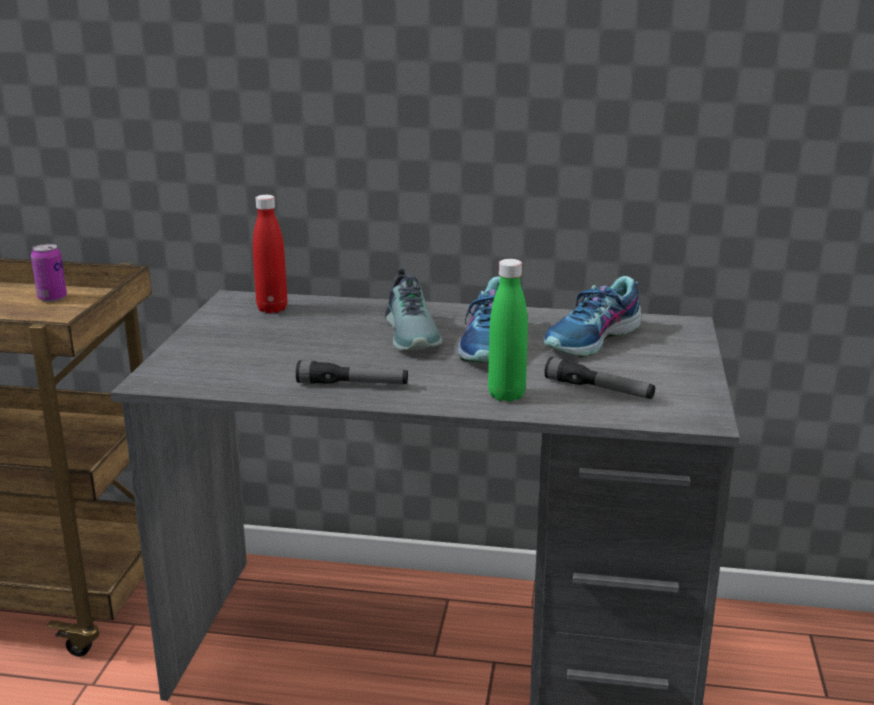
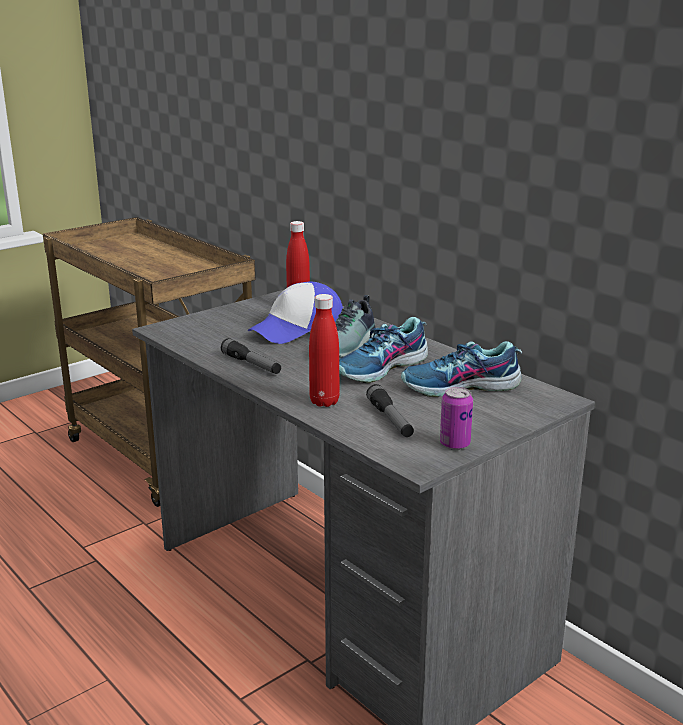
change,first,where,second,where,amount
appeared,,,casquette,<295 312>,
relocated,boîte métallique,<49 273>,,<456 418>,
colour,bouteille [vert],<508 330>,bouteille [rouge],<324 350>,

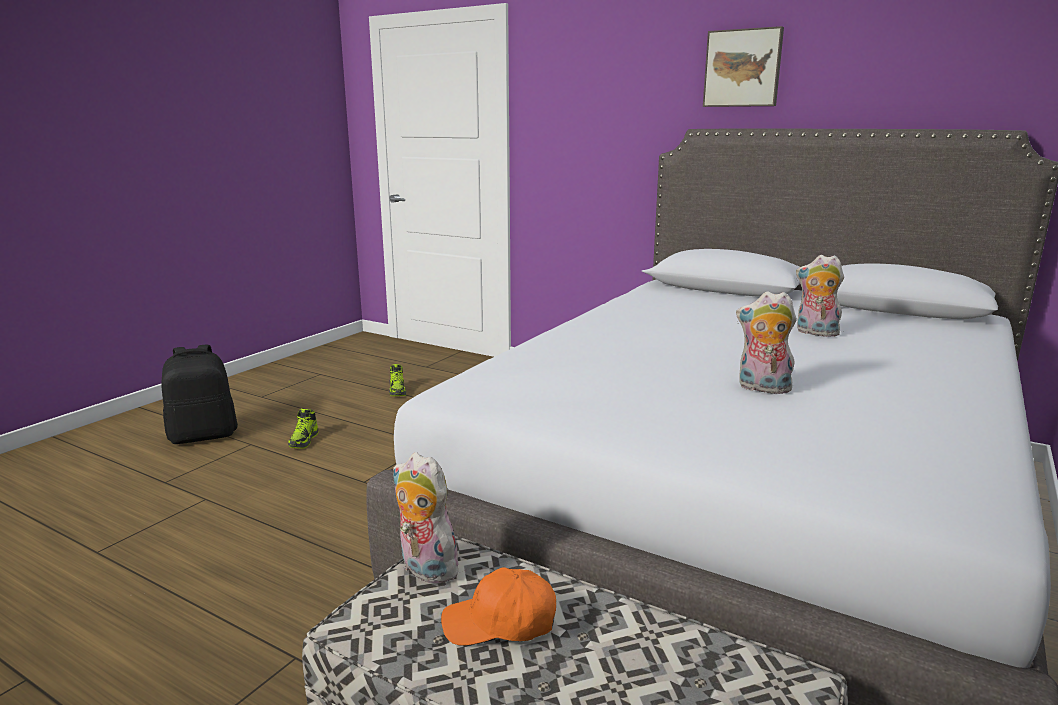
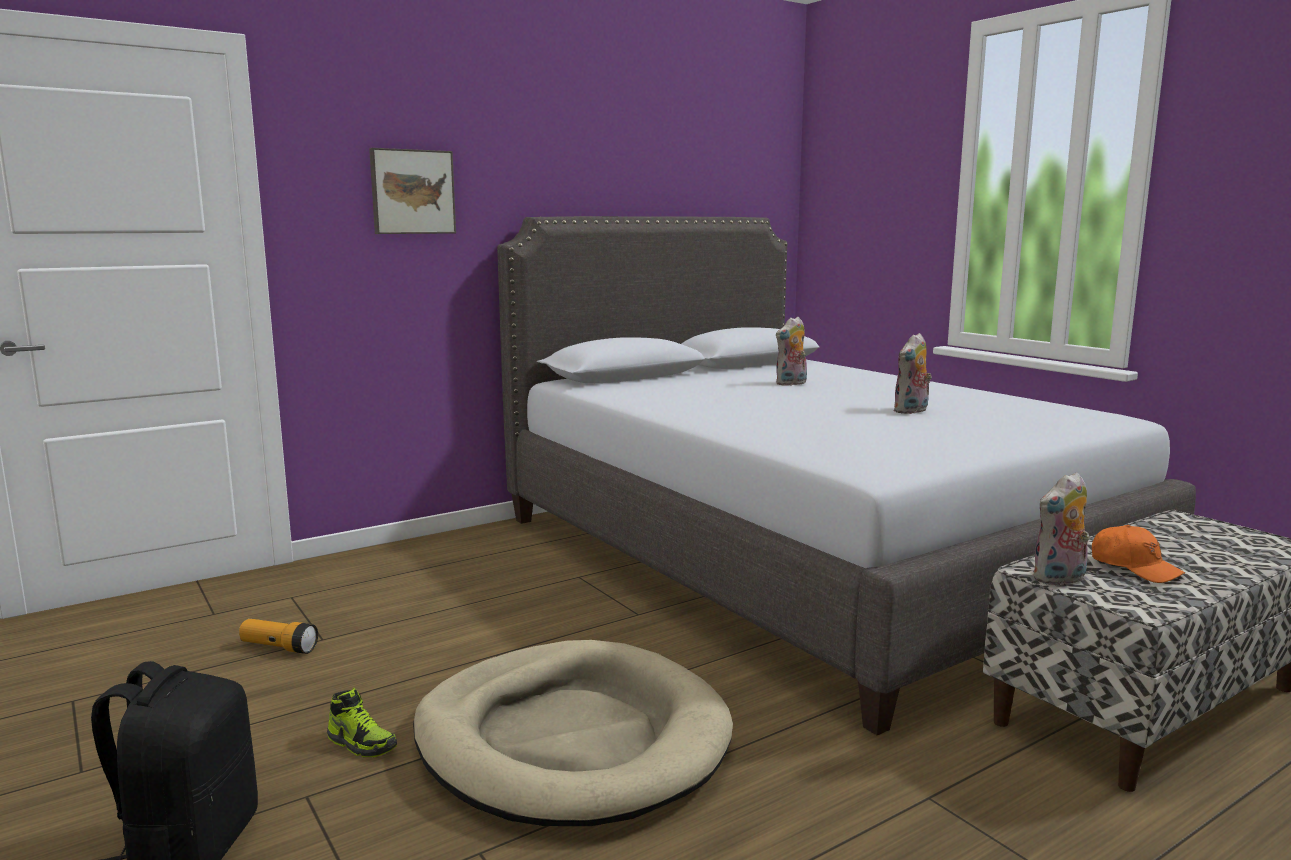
change,first,where,second,where,amount
appeared,,,panier pour chien [beige],<573 733>,
relocated,tableau,<743 66>,,<412 191>,
exchanged,chaussure,<397 380>,lampe de poche,<278 636>,
spun,casquette [orange],<498 606>,,<1138 554>,60 degrees counterclockwise

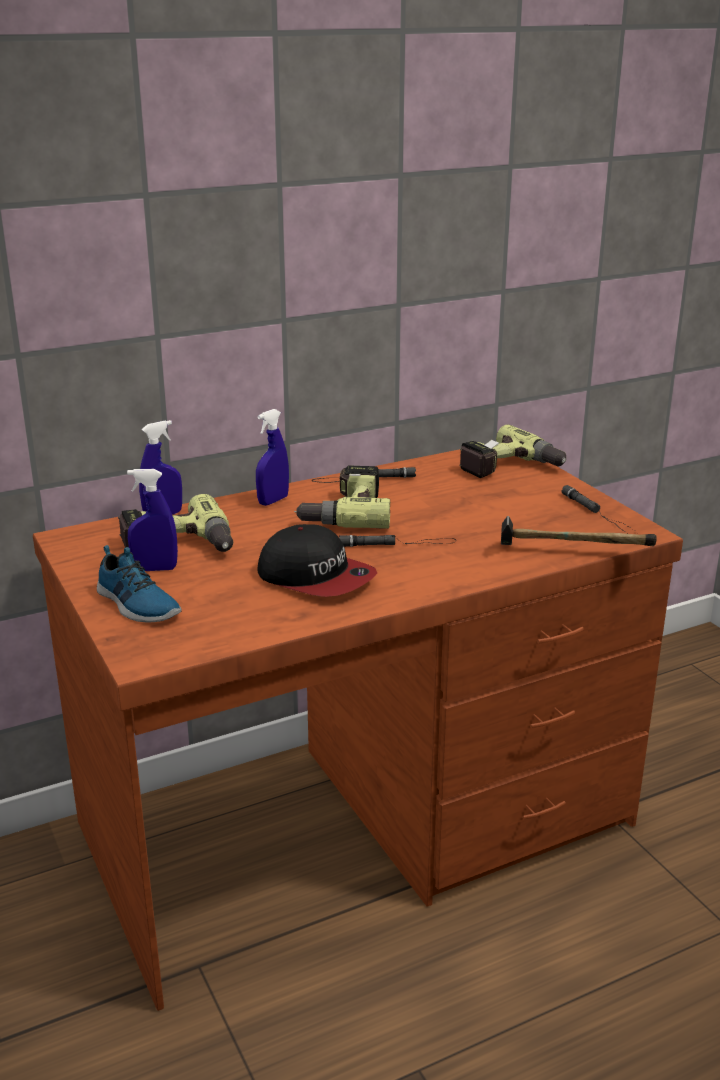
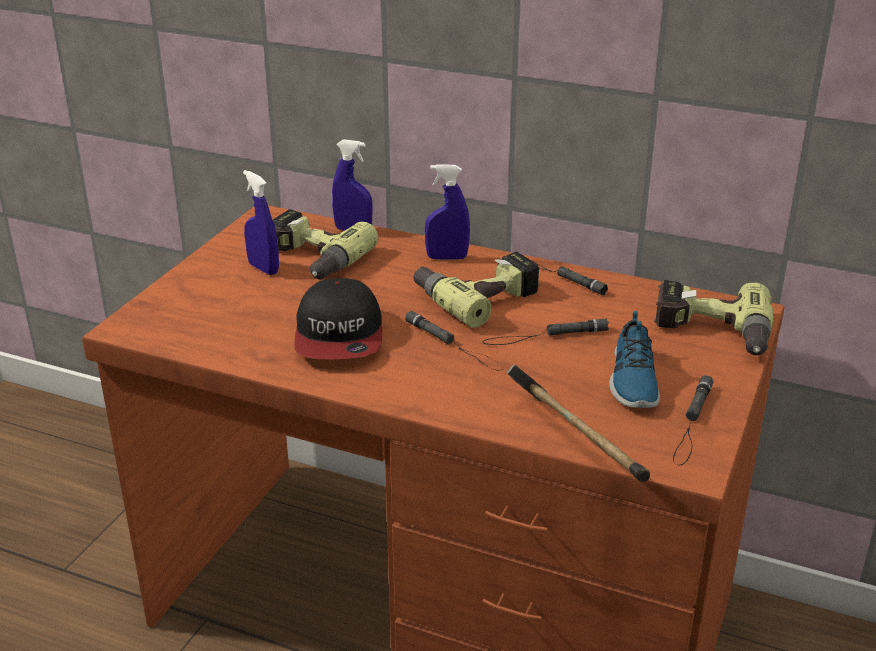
change,first,where,second,where,amount
appeared,,,lampe de poche [noir],<545 332>,
relocated,chaussure,<139 584>,,<634 359>,

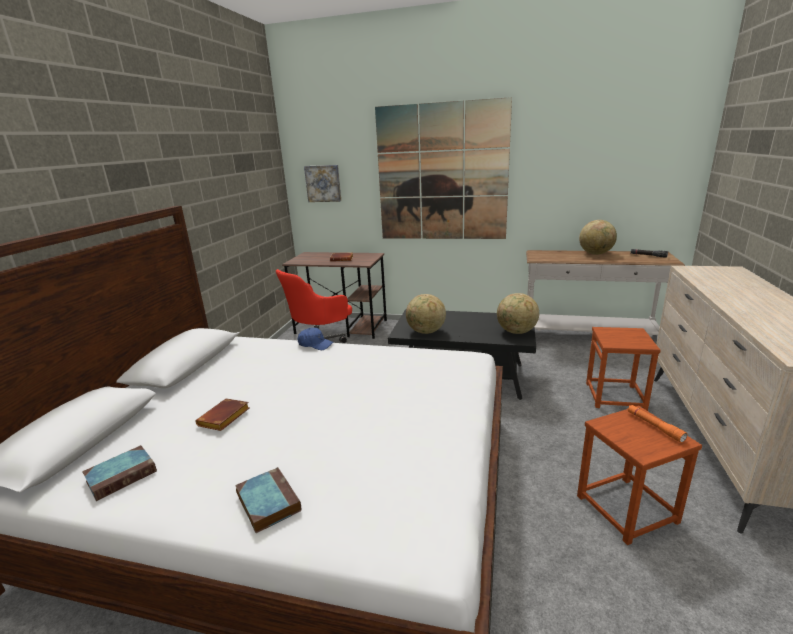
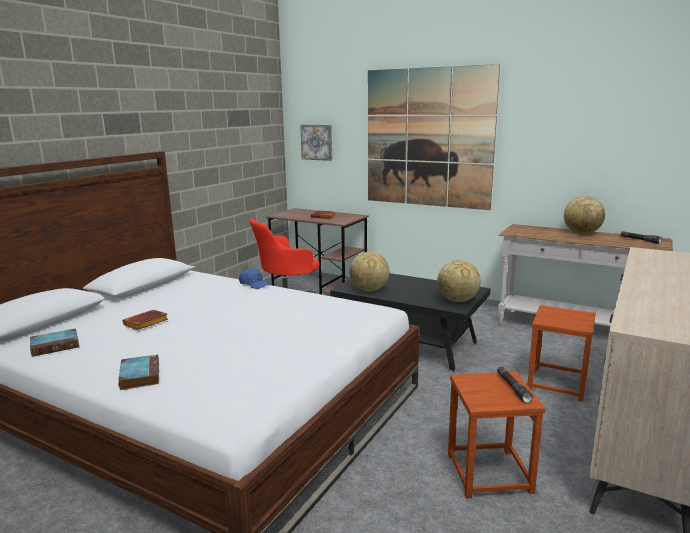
change,first,where,second,where,amount
colour,lampe de poche [orange],<658 424>,lampe de poche [noir],<515 385>,

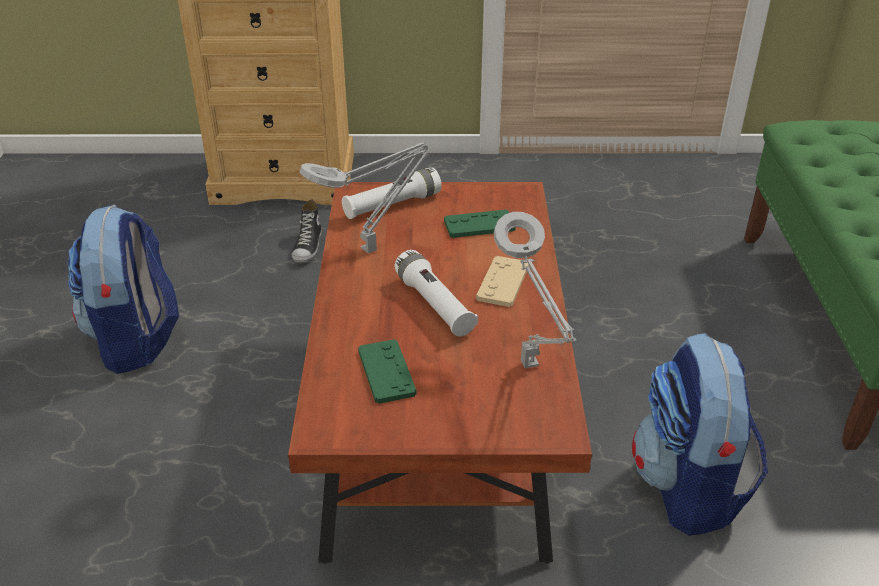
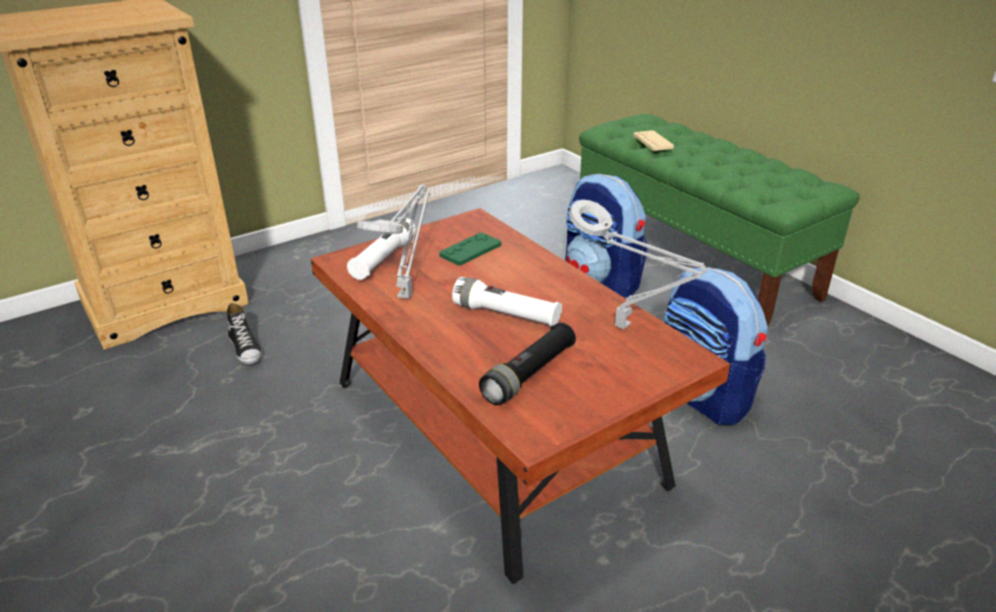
change,first,where,second,where,amount
relocated,sac à dos,<123 289>,,<606 236>,
relocated,manette [beige],<502 281>,,<653 140>,
exchanged,manette [vert],<387 371>,lampe de poche [noir],<527 363>,

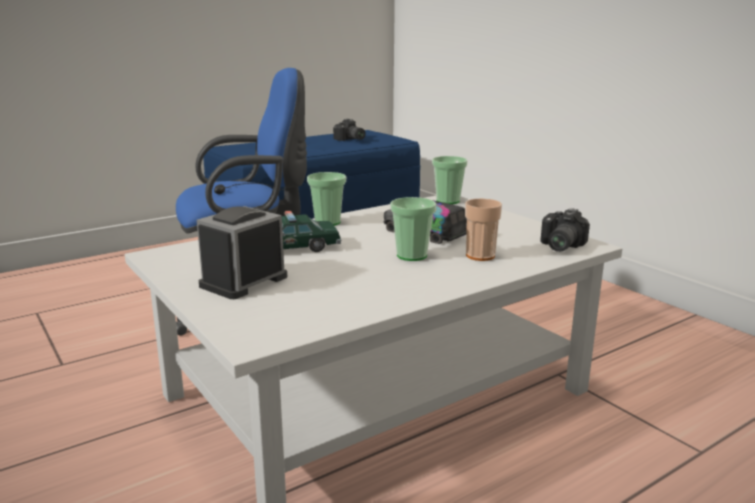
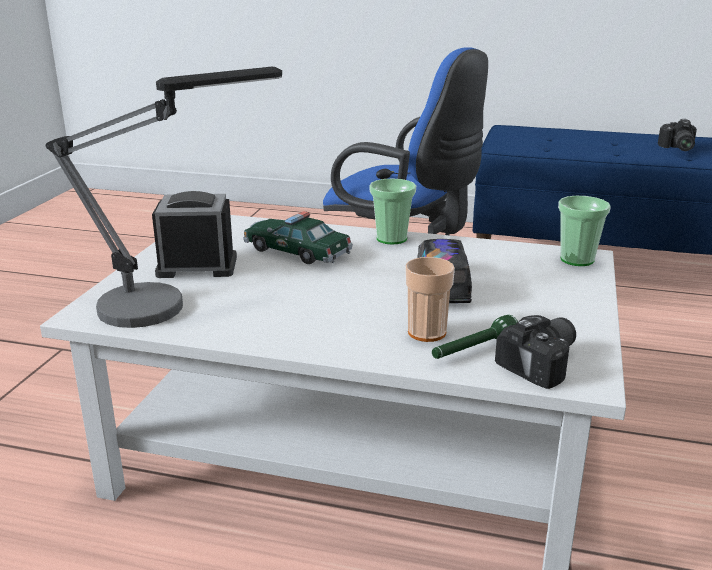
change,first,where,second,where,amount
missing,tasse,<413 229>,,,
appeared,,,lampe de table,<164 197>,
appeared,,,lampe de poche [vert],<475 337>,
spun,appareil photo,<565 230>,,<535 352>,150 degrees clockwise

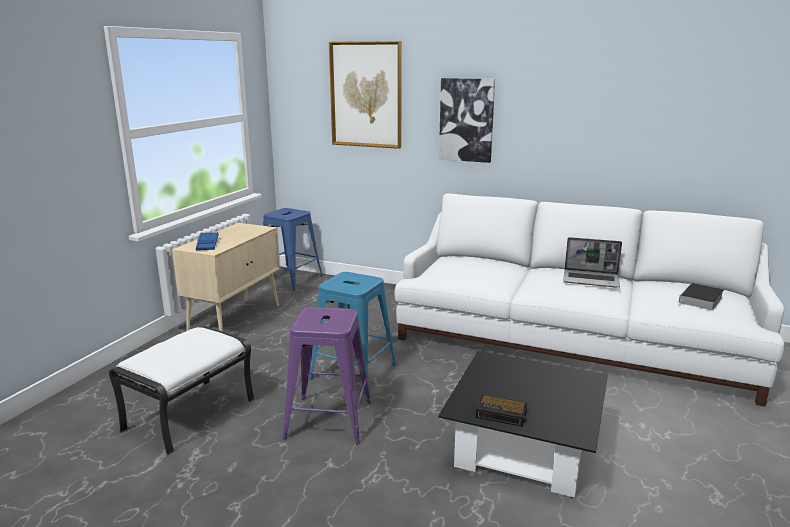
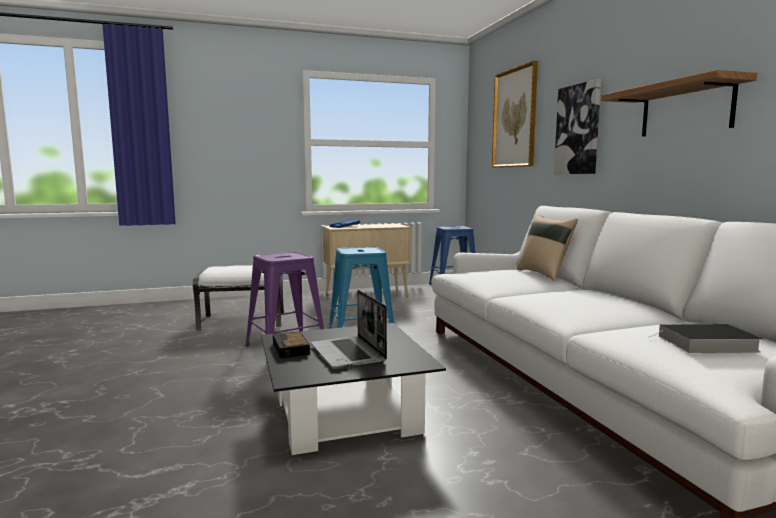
change,first,where,second,where,amount
appeared,,,coussin [beige],<547 247>,
appeared,,,étagère,<679 103>,
relocated,ordinateur portable,<592 262>,,<349 329>,

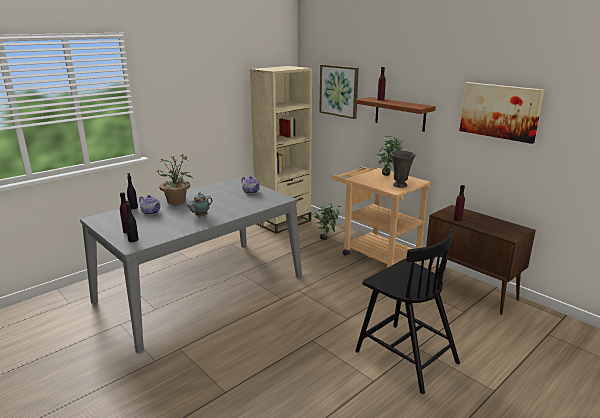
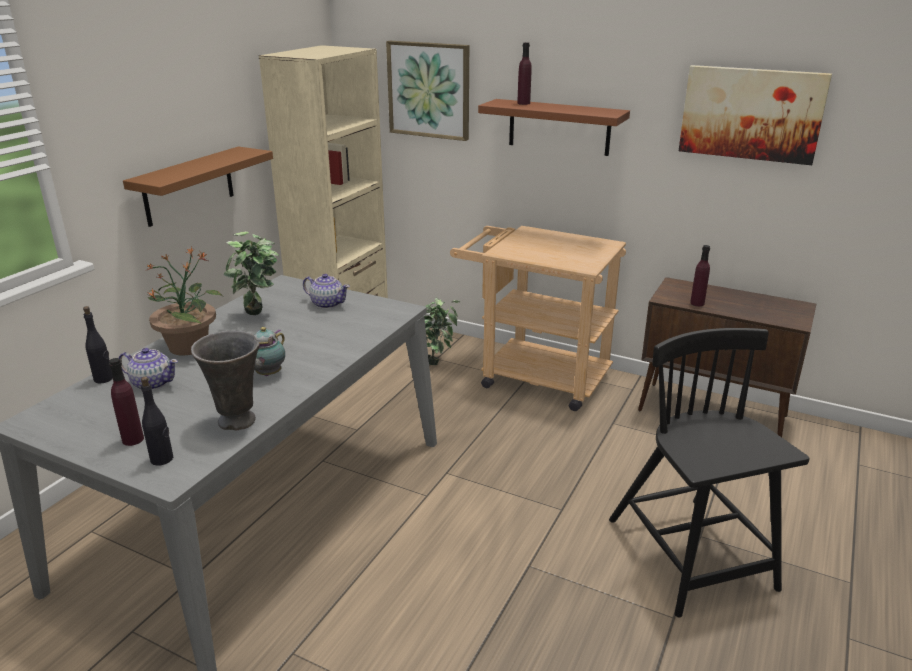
change,first,where,second,where,amount
appeared,,,étagère [marron],<198 186>,
relocated,plante en pot,<390 155>,,<251 273>,
relocated,vase [gris],<403 169>,,<225 381>,
spun,chaise [noir],<407 311>,,<709 473>,135 degrees counterclockwise

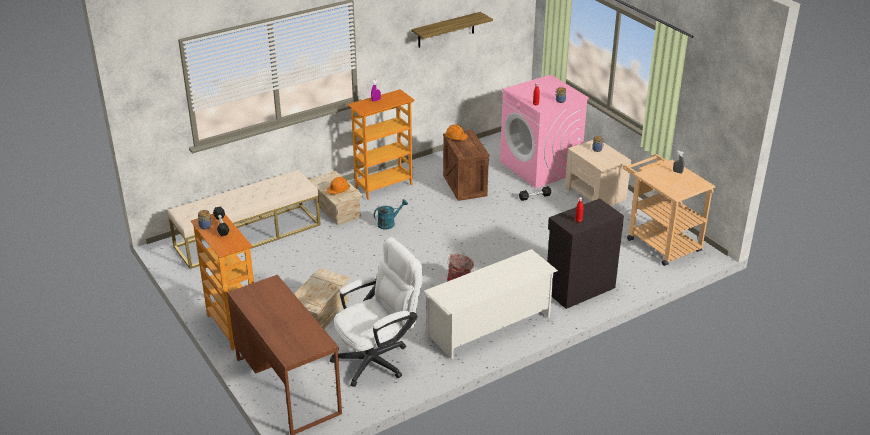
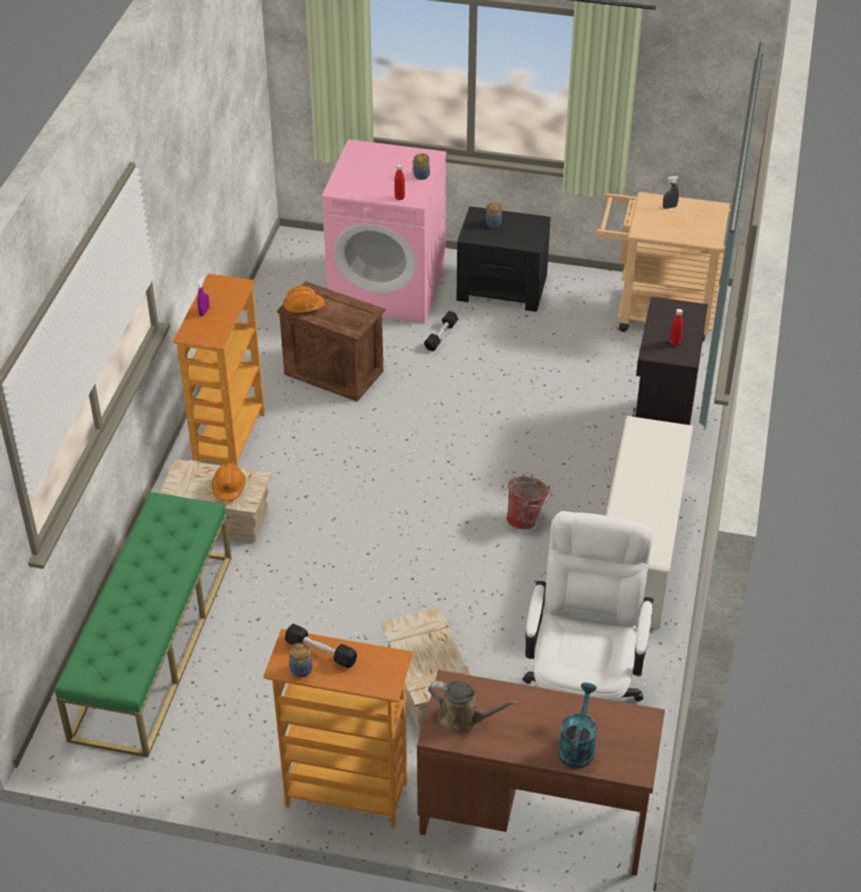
change,first,where,second,where,amount
missing,étagère,<452 30>,,,
appeared,,,arrosoir [marron],<473 708>,
relocated,arrosoir [turquoise],<391 214>,,<578 725>,
colour,banc [beige],<244 219>,banc [vert],<143 624>,
colour,table de chevet [beige],<598 173>,table de chevet [noir],<503 259>,

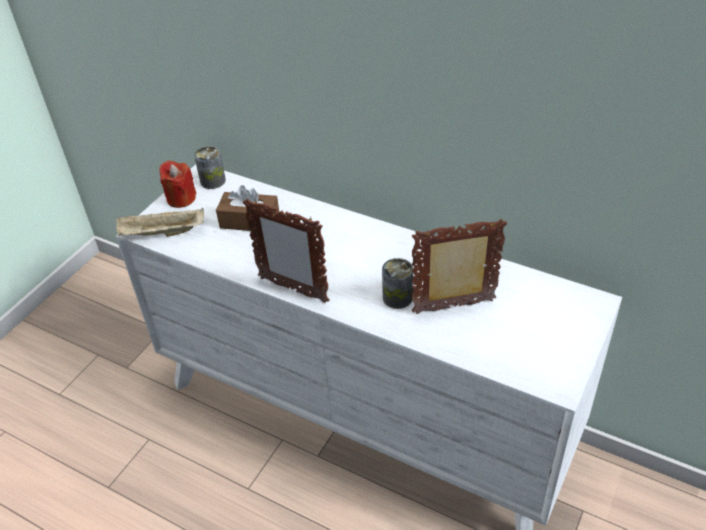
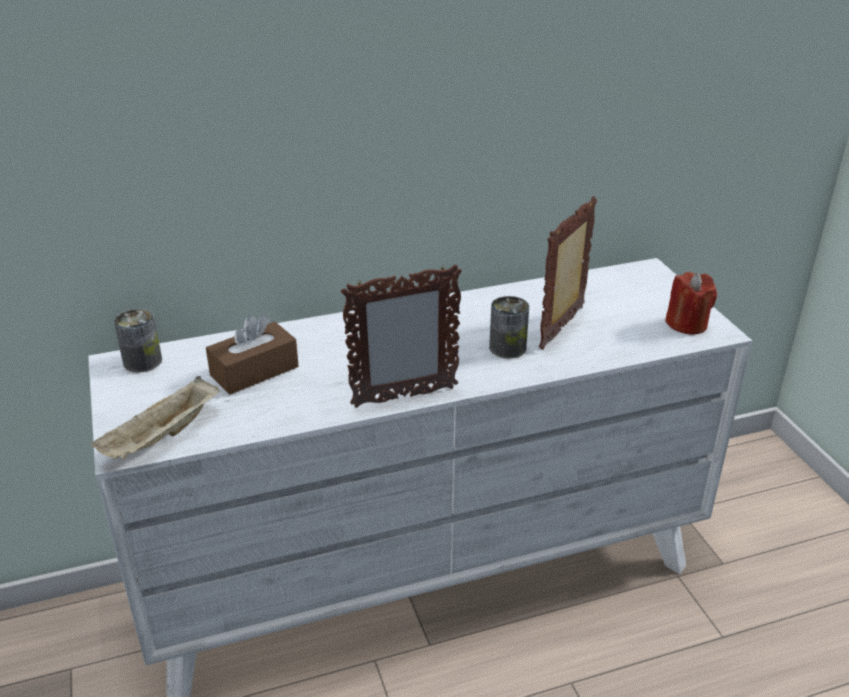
change,first,where,second,where,amount
relocated,bougie [rouge],<177 184>,,<691 303>,

